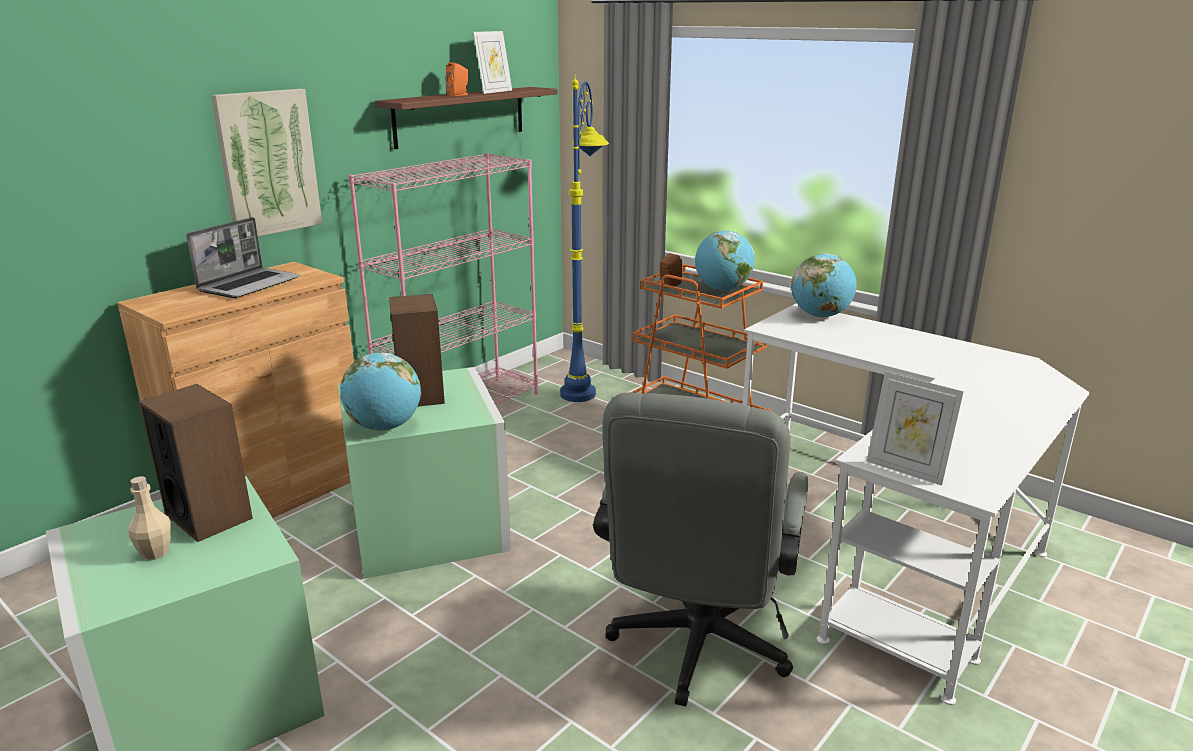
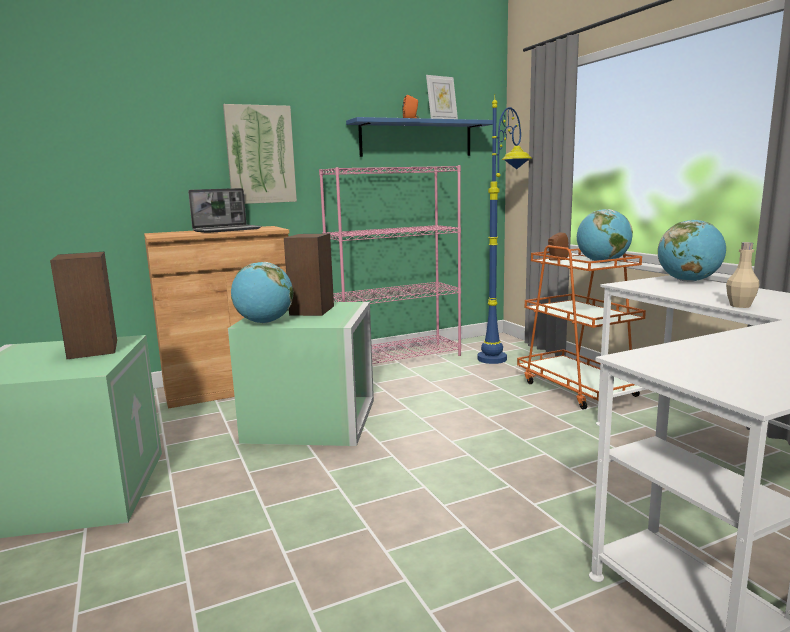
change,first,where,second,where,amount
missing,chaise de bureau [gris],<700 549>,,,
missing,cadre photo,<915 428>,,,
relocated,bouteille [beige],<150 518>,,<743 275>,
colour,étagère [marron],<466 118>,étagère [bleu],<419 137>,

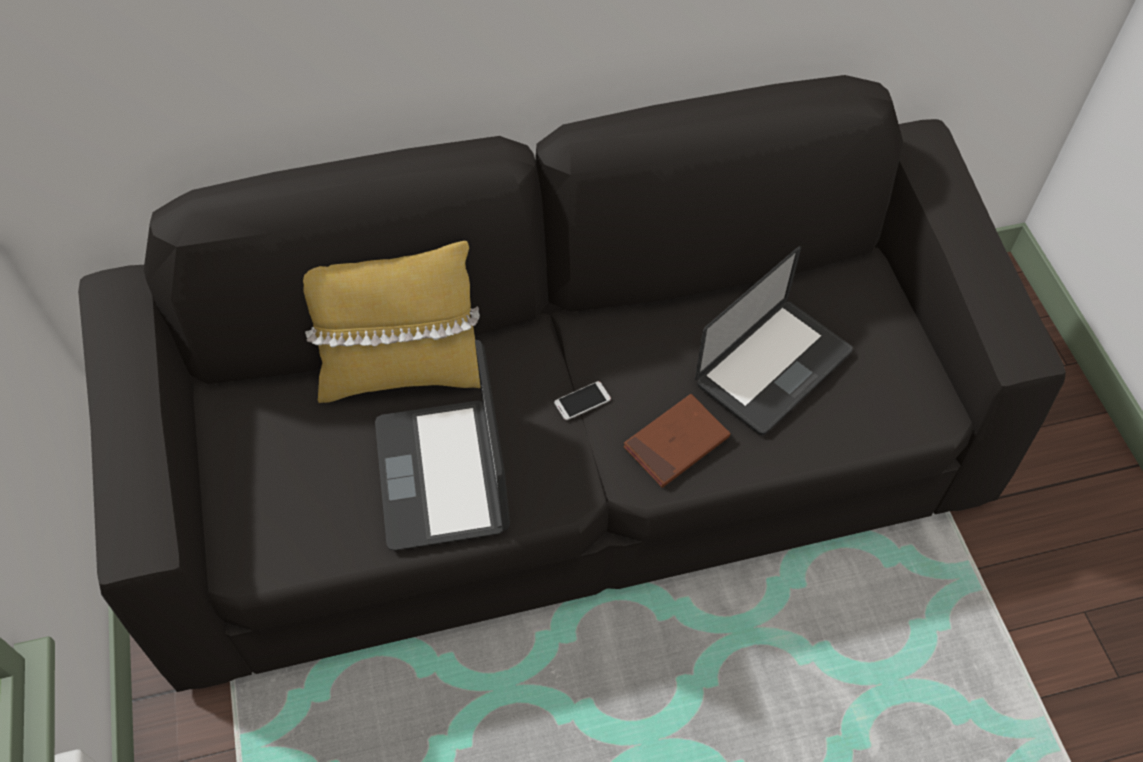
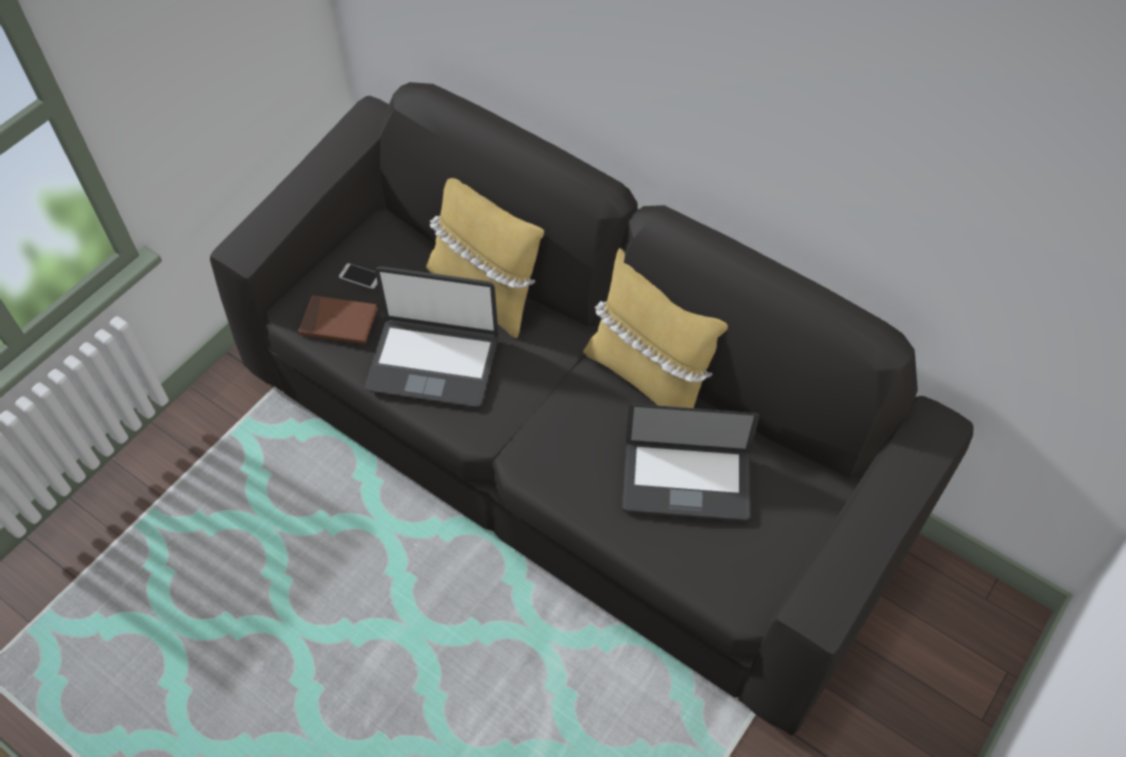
change,first,where,second,where,amount
appeared,,,coussin [jaune],<655 328>,
relocated,téléphone,<582 400>,,<358 276>,
relocated,livre [marron],<676 441>,,<338 319>,
spun,ordinateur portable,<442 445>,,<432 337>,120 degrees counterclockwise

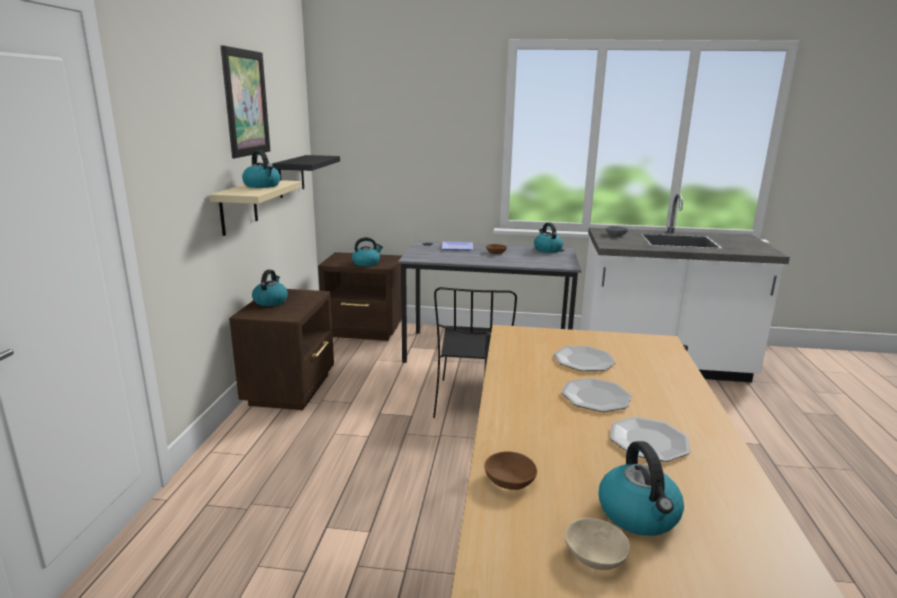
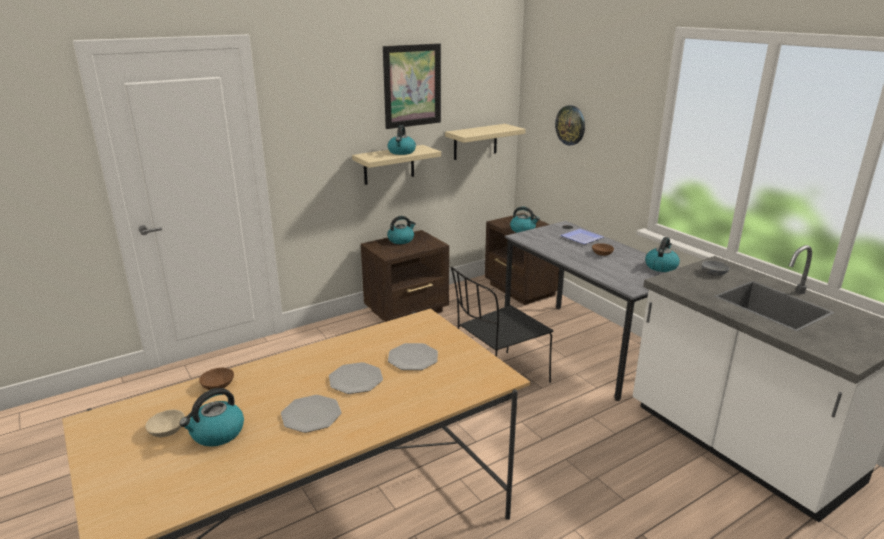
change,first,where,second,where,amount
appeared,,,horloge murale,<570 125>,
colour,étagère [noir],<306 176>,étagère [beige],<485 142>,

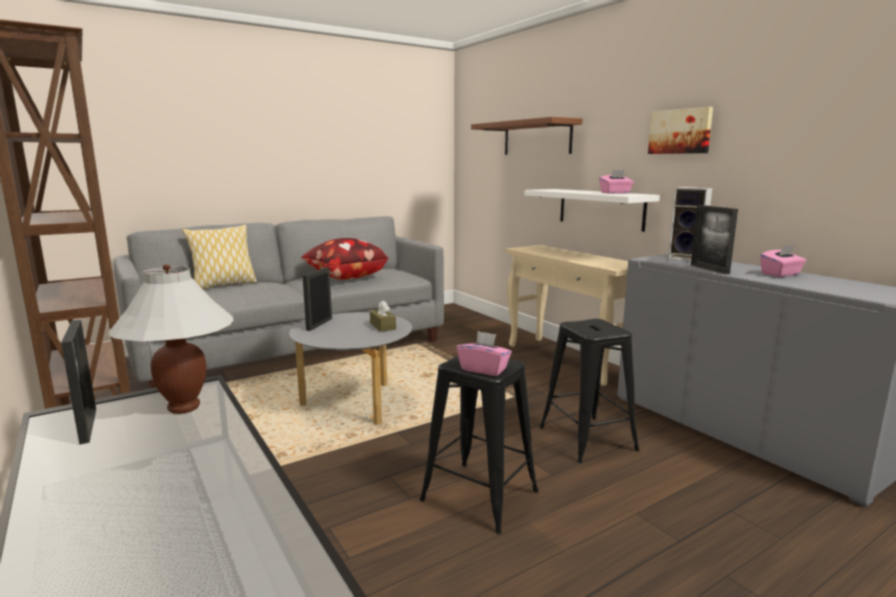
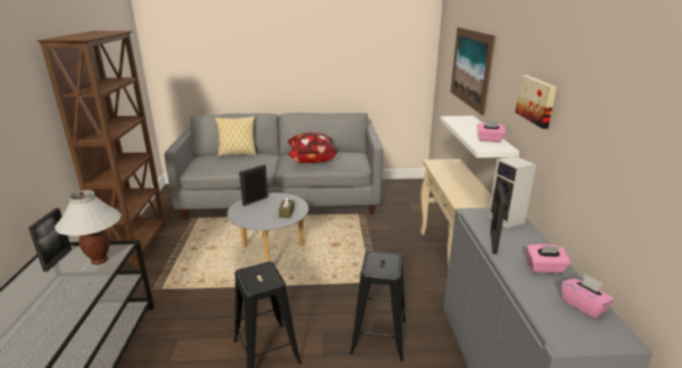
change,first,where,second,where,amount
relocated,boîte à mouchoirs [rose],<484 353>,,<588 296>,
exchanged,étagère [marron],<526 136>,tableau,<473 71>,

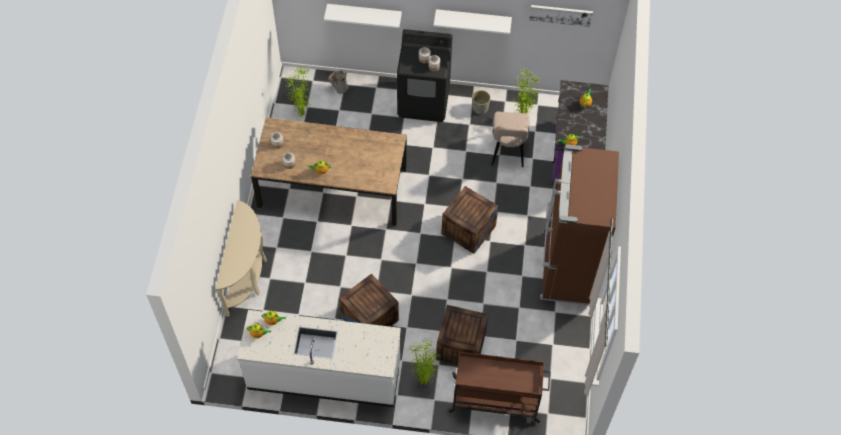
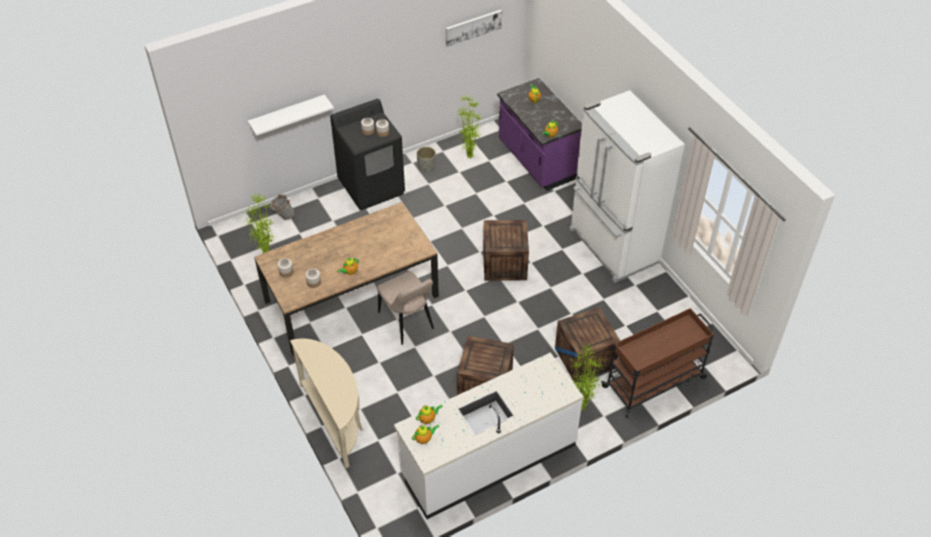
change,first,where,second,where,amount
missing,étagère [blanc],<473 21>,,,
relocated,chaise [beige],<510 139>,,<405 308>,
colour,réfrigérateur [marron],<579 224>,réfrigérateur [blanc],<627 186>,

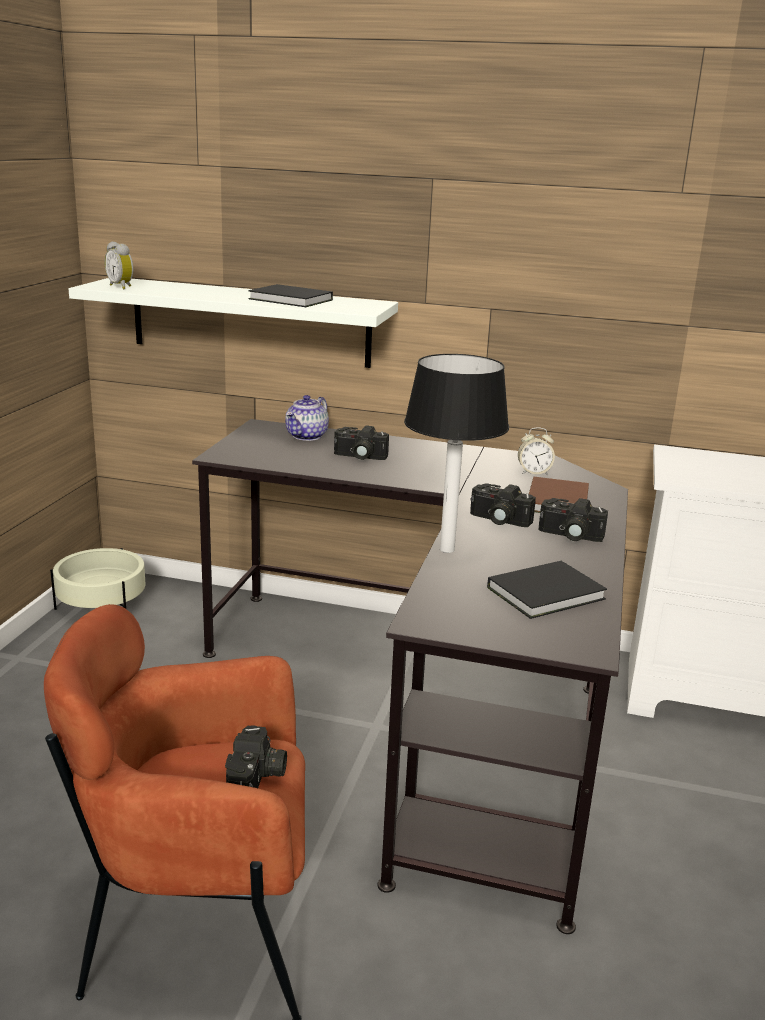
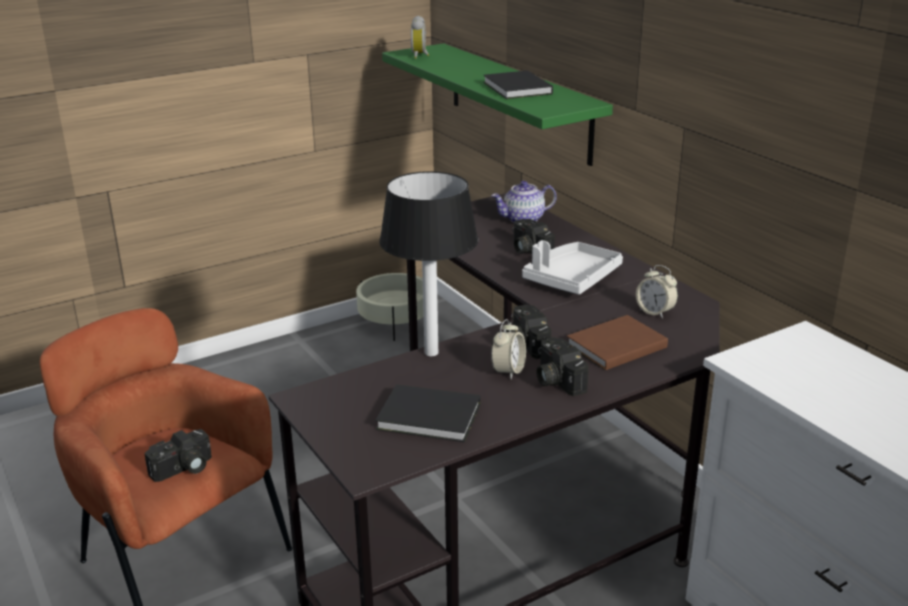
change,first,where,second,where,amount
appeared,,,réveil,<508 349>,
appeared,,,plateau [gris],<572 267>,
colour,étagère [blanc],<233 323>,étagère [vert],<497 104>,

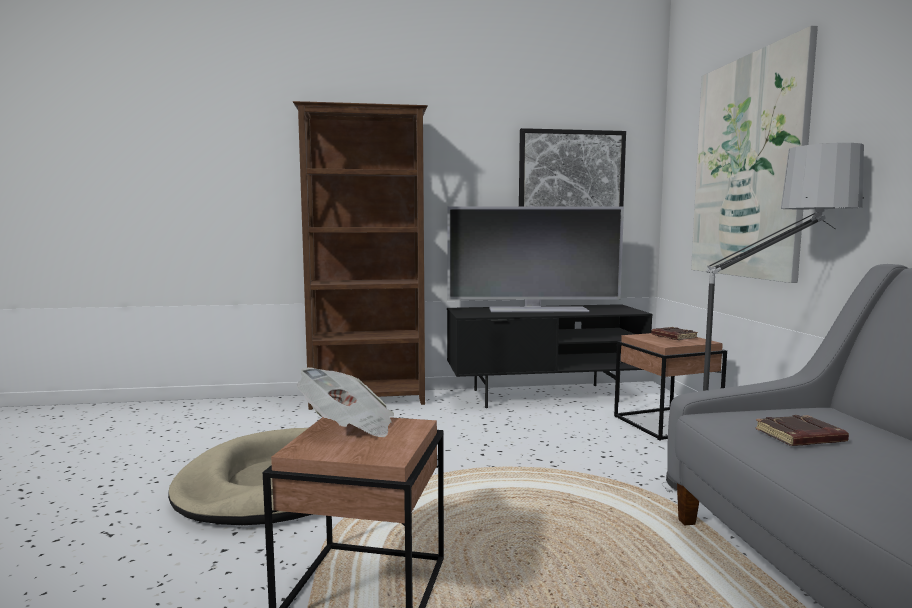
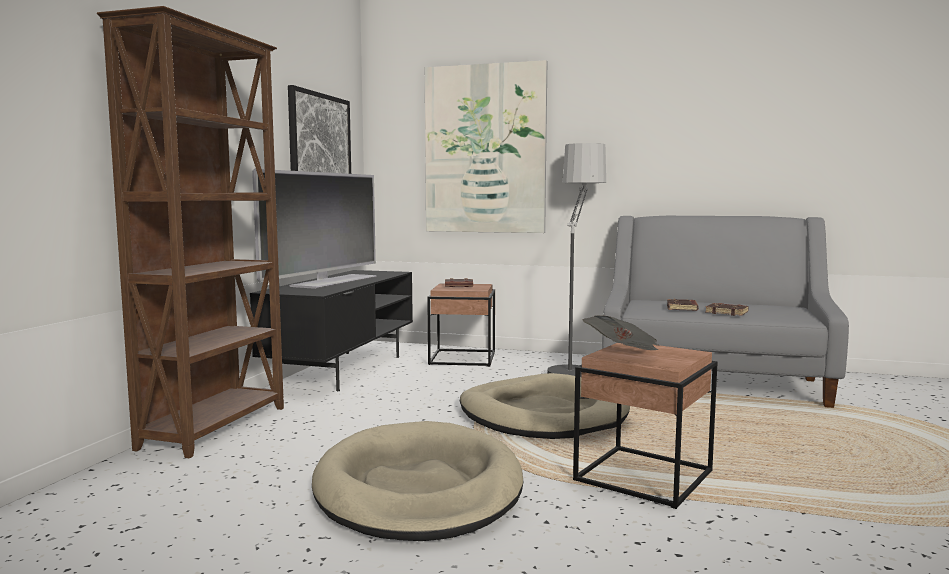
change,first,where,second,where,amount
appeared,,,panier pour chien [beige],<545 406>,
appeared,,,livre [marron],<727 309>,

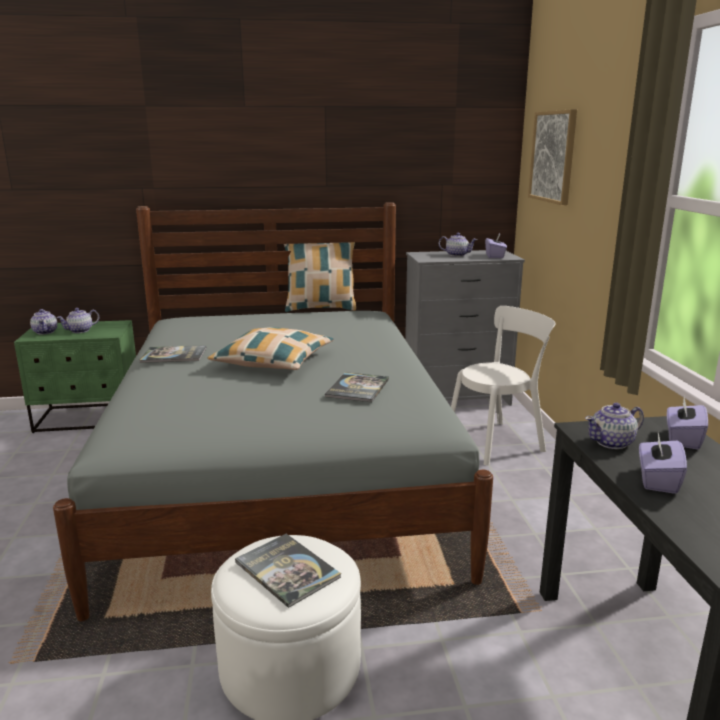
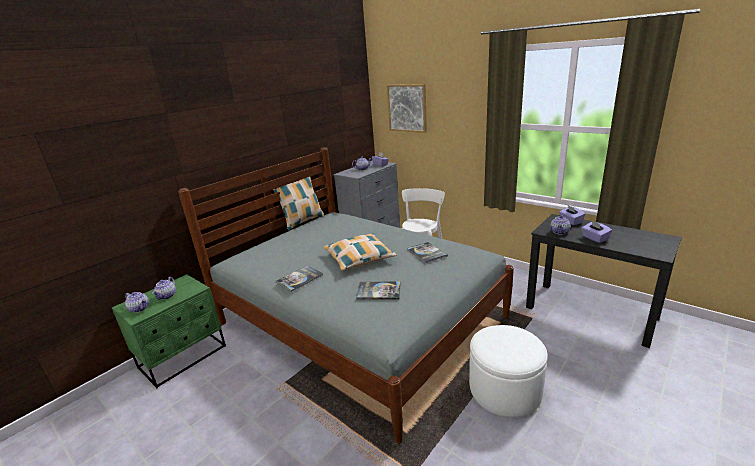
change,first,where,second,where,amount
relocated,livre,<288 571>,,<378 290>,

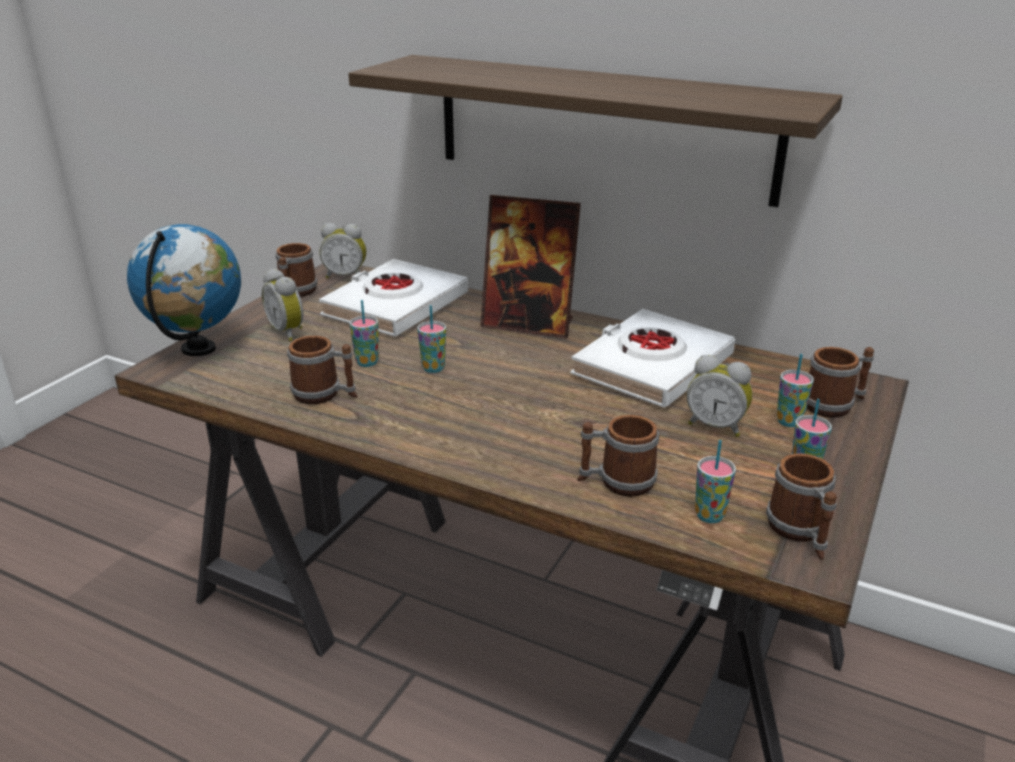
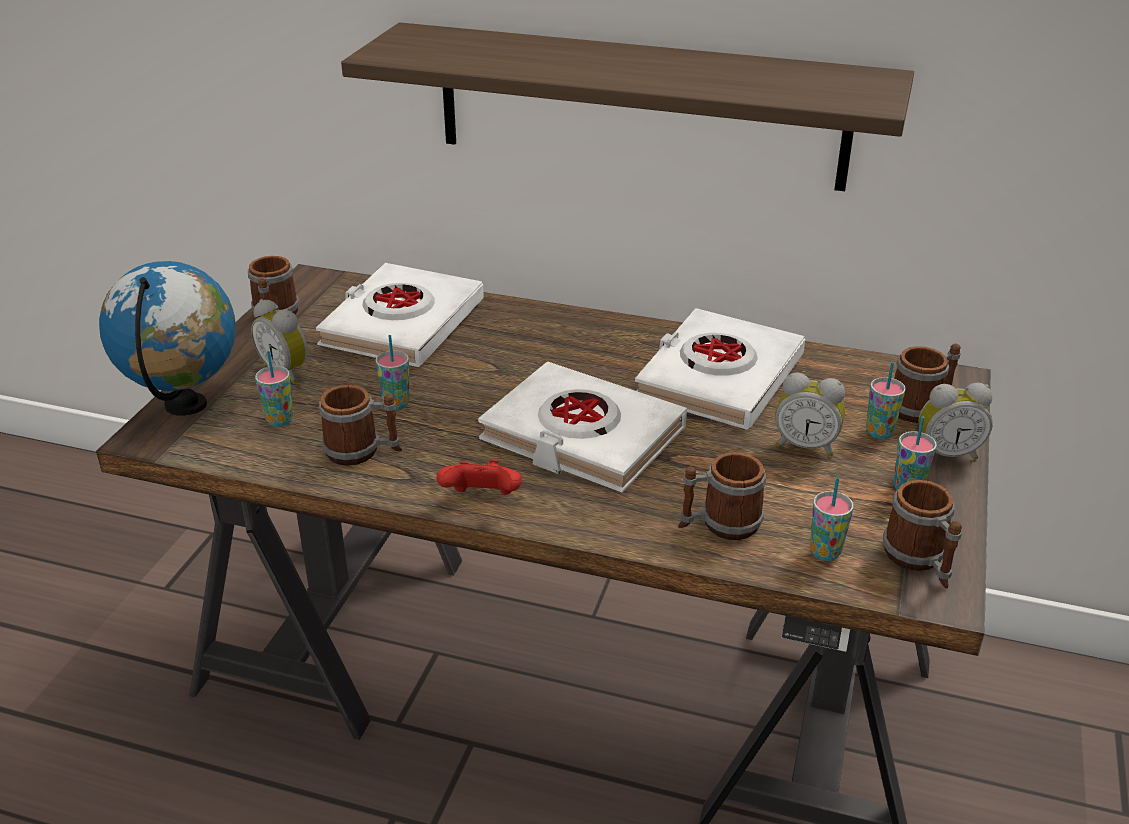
change,first,where,second,where,amount
missing,cadre photo,<530 266>,,,
appeared,,,manette [rouge],<479 477>,
appeared,,,livre [blanc],<582 427>,
relocated,réveil,<342 250>,,<955 421>,
relocated,tasse,<431 339>,,<274 389>,

